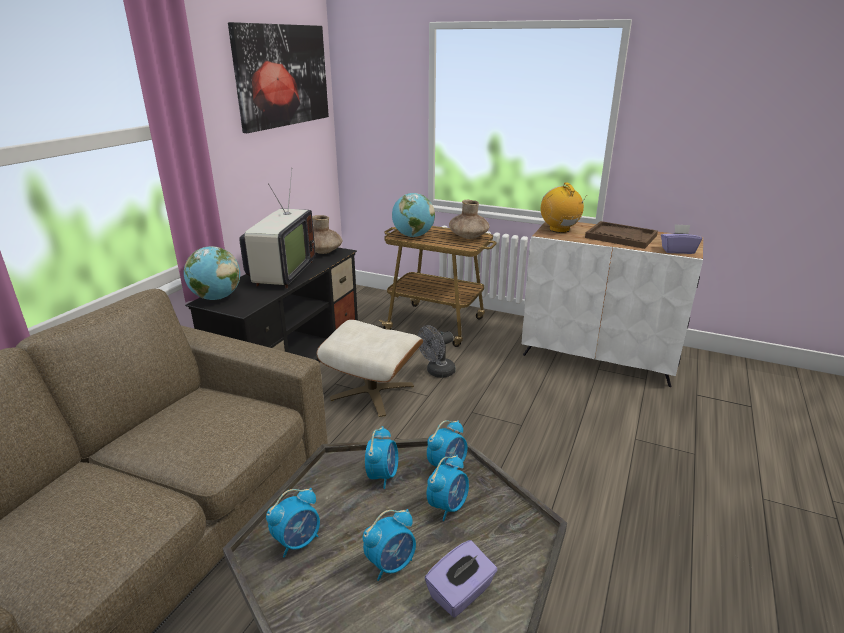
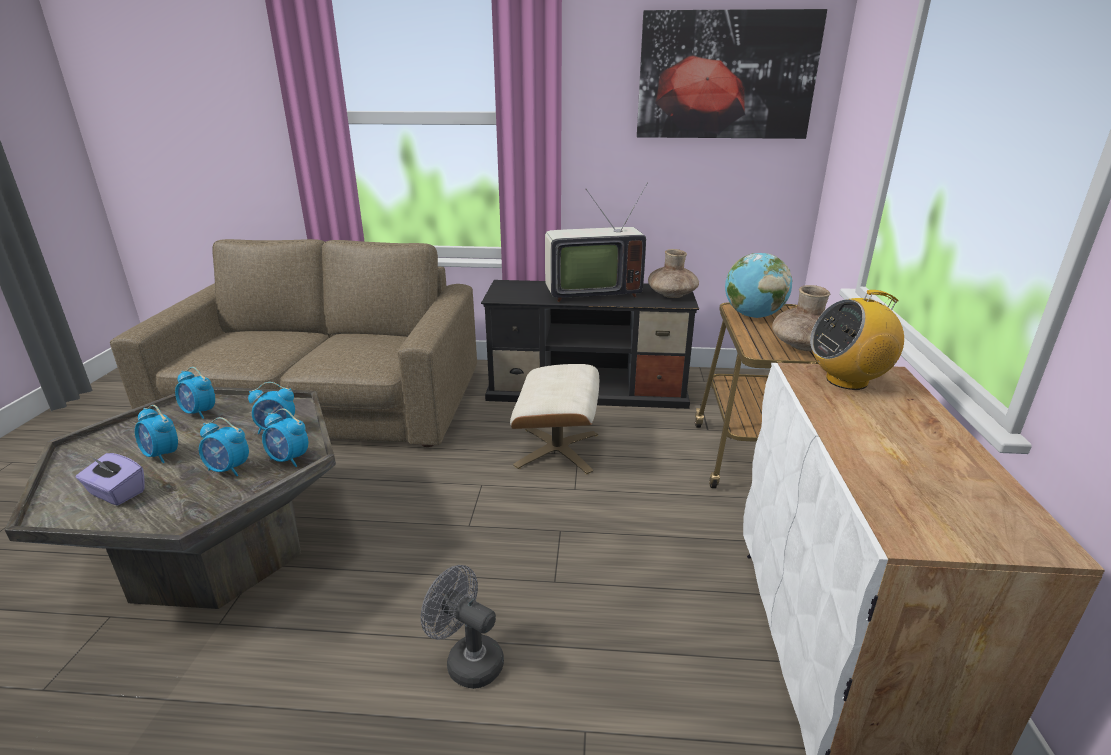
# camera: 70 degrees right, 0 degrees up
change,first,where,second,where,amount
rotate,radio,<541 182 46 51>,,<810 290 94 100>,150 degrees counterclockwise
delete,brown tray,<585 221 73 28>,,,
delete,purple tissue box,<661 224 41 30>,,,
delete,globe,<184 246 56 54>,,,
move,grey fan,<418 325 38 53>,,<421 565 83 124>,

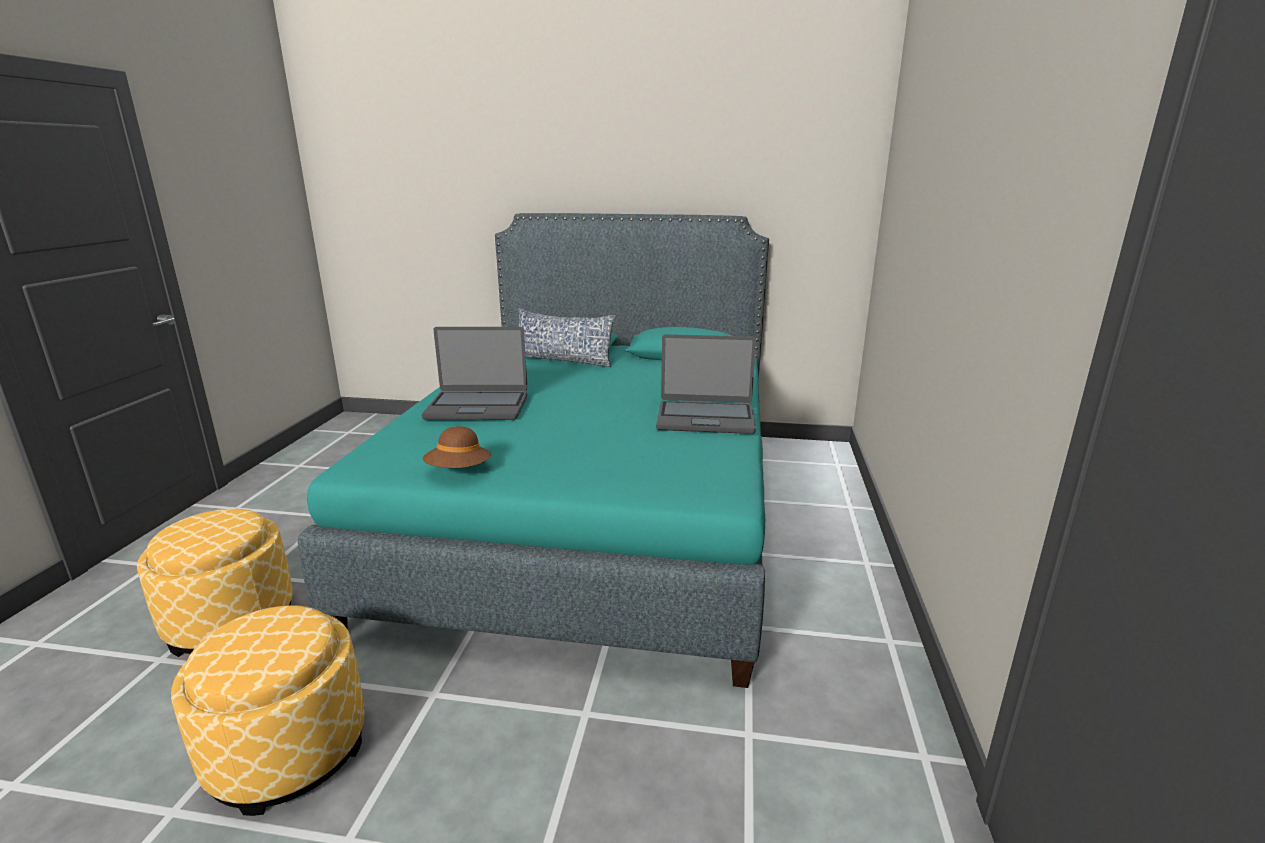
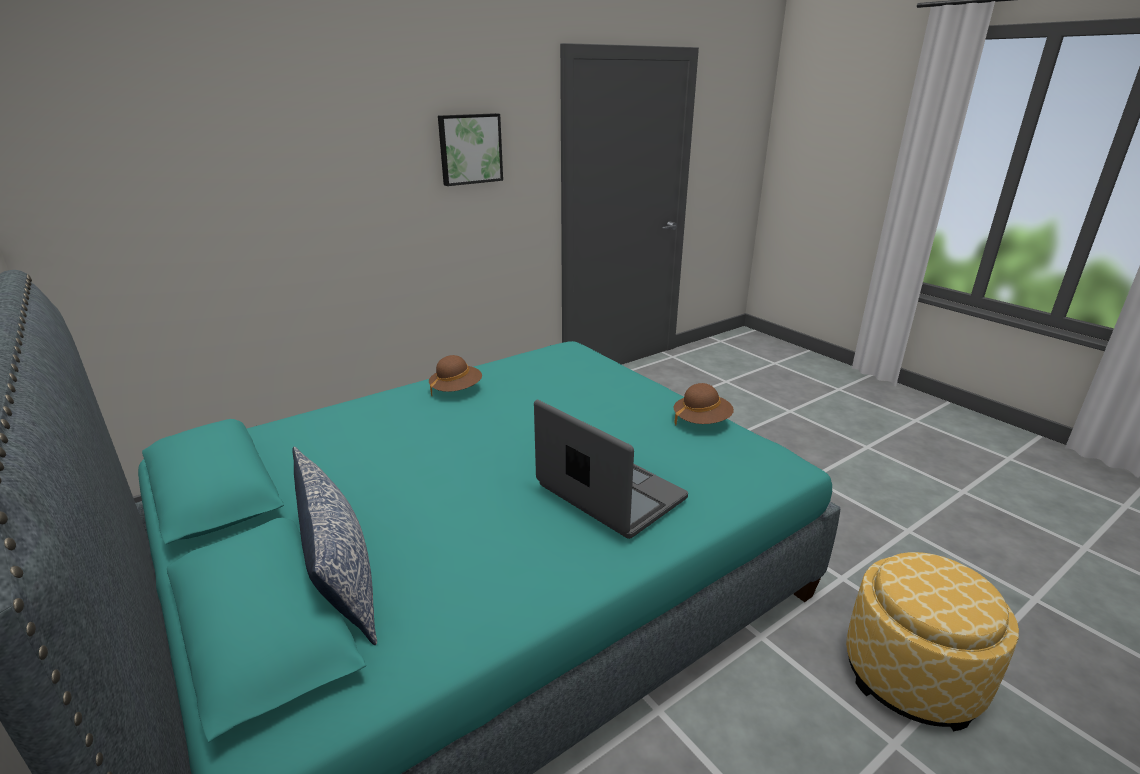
# camera: 135 degrees left, 5 degrees up
change,first,where,second,where,amount
replace,laptop,<656 334 100 100>,brown hat,<429 355 53 41>,
delete,ottoman,<171 605 194 211>,,,
insert,,,picture,<438 113 65 73>,

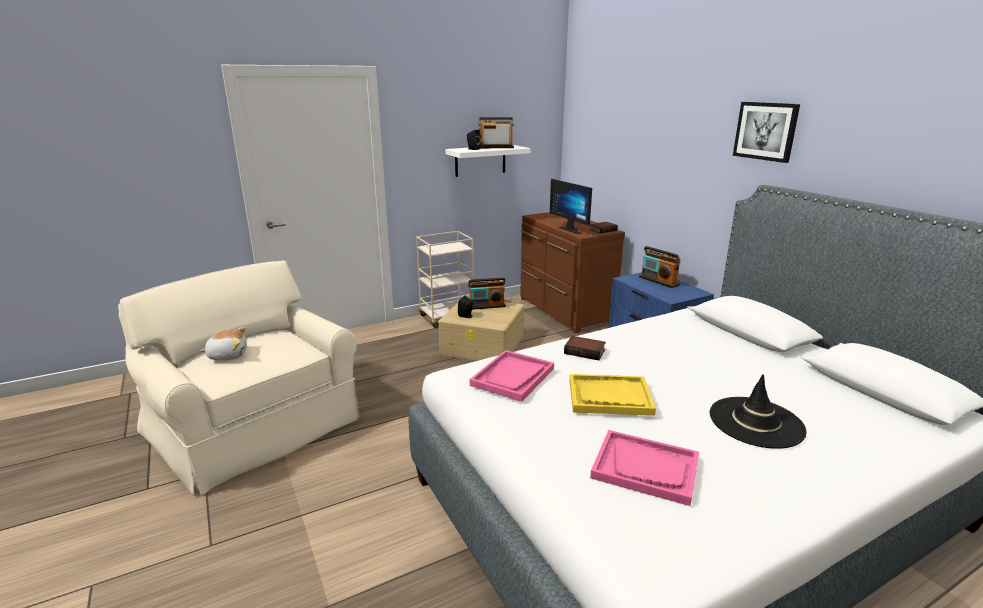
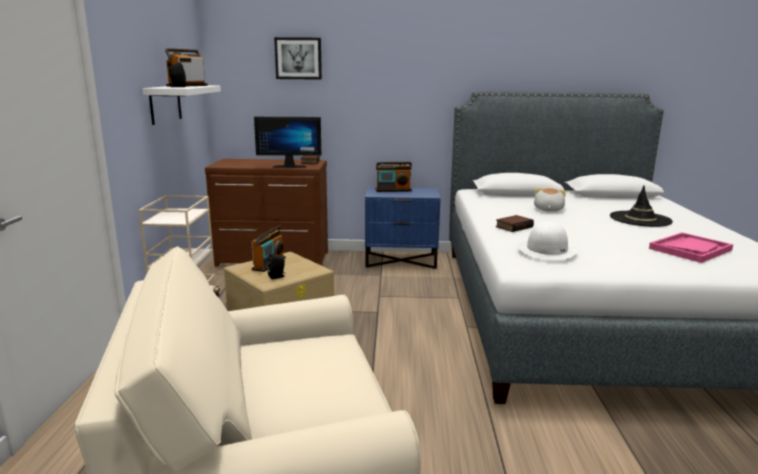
# camera: 60 degrees left, 5 degrees down
change,first,where,second,where,amount
move,picture,<733 102 67 61>,,<274 37 48 43>,
move,plush toy,<200 327 47 34>,,<534 188 32 24>,
replace,pink tray,<470 350 84 52>,white hat,<518 221 59 39>,
delete,yellow tray,<569 374 87 42>,,,

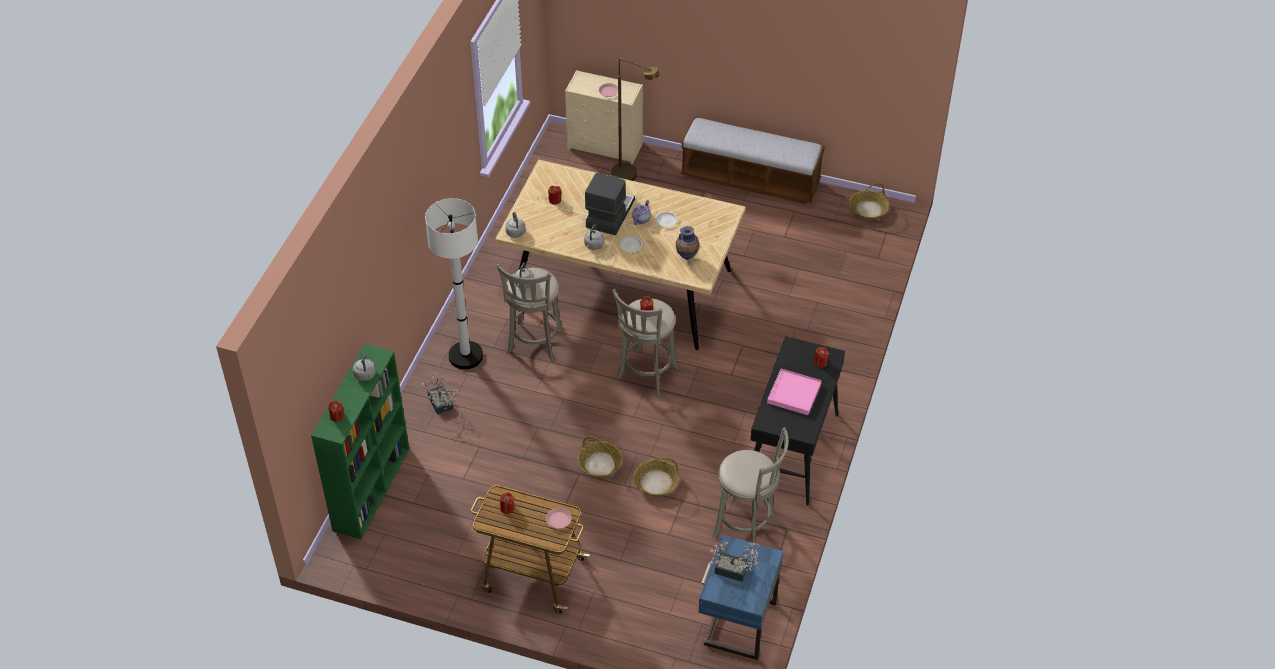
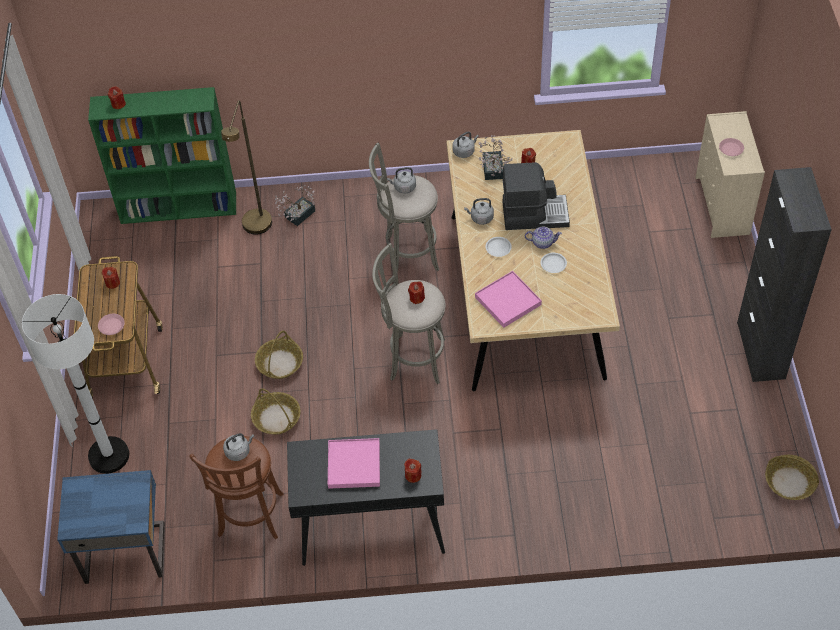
# camera: 70 degrees right, 5 degrees up
change,first,where,second,where,amount
move,brown floor lamp,<611 59 48 122>,,<221 100 51 135>,
replace,bench,<681 117 144 87>,black cabinet,<737 167 95 215>,
move,white floor lamp,<425 198 58 171>,,<22 294 107 180>,
replace,vase,<676 226 23 34>,pink tray,<475 271 67 57>,
move,grey kettle,<353 352 23 29>,,<223 433 31 28>,
recolor,grey stool,<712 427 77 116>,brown stool,<189 436 95 103>,
move,potted plant,<709 542 51 40>,,<478 135 34 45>,

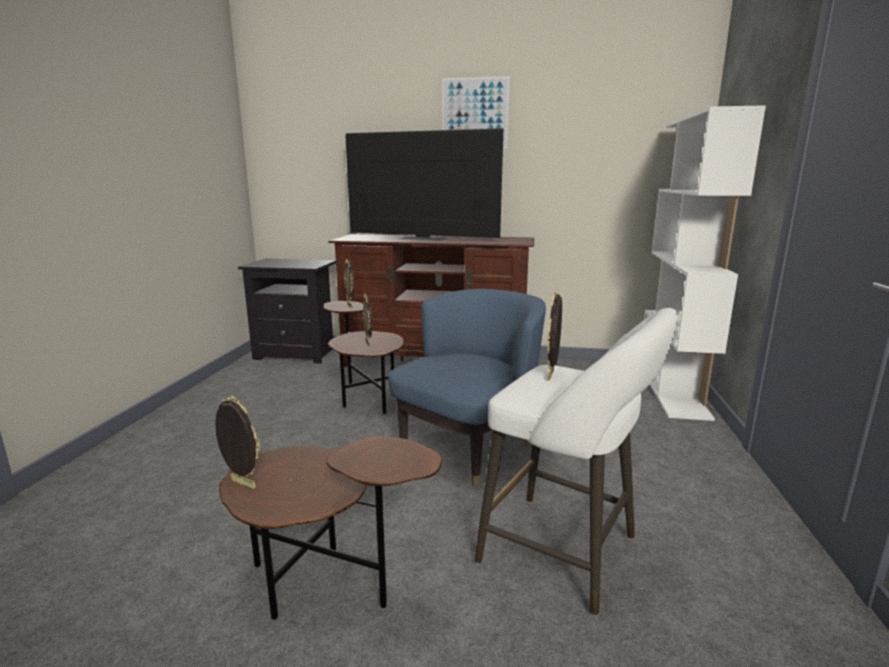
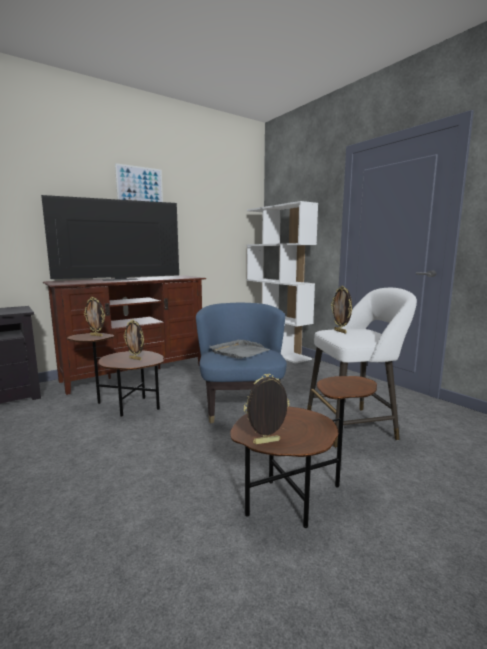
# camera: 45 degrees left, 5 degrees down
change,first,where,second,where,amount
insert,,,grey tray,<209 340 61 19>,

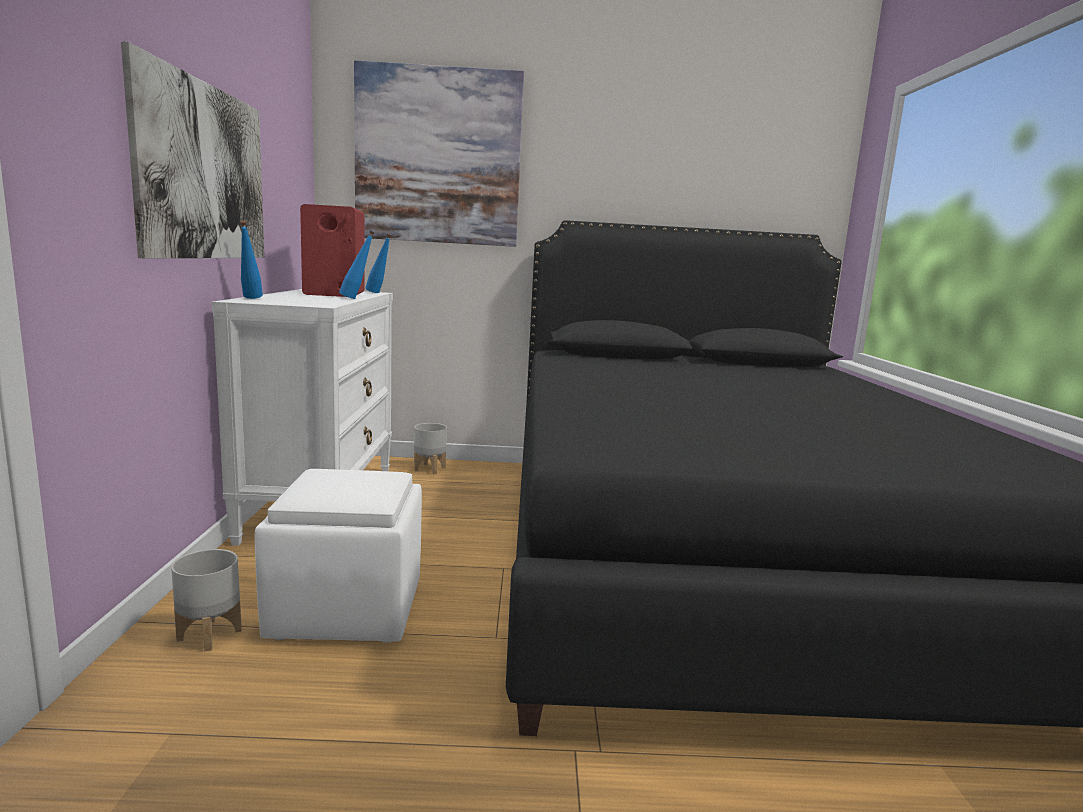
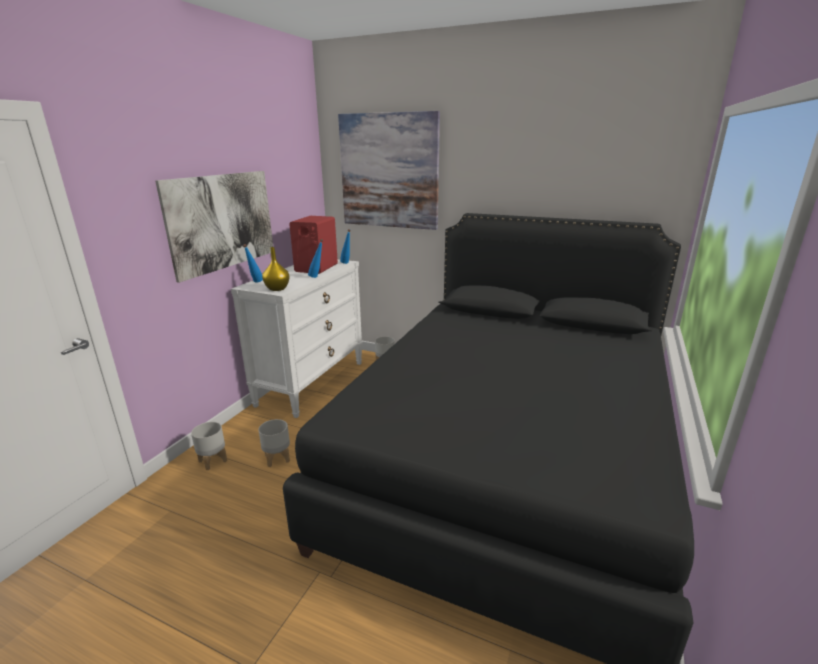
# camera: 25 degrees right, 10 degrees up
change,first,where,second,where,amount
replace,white ottoman,<255 469 167 174>,grey planter,<258 419 32 48>,
insert,,,yellow vase,<262 247 28 44>,

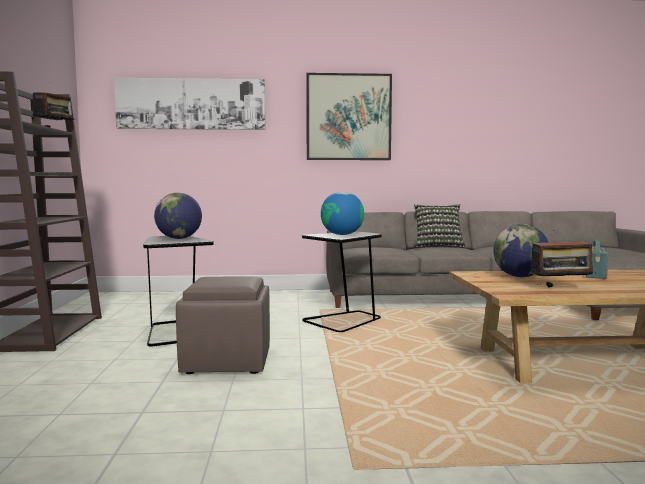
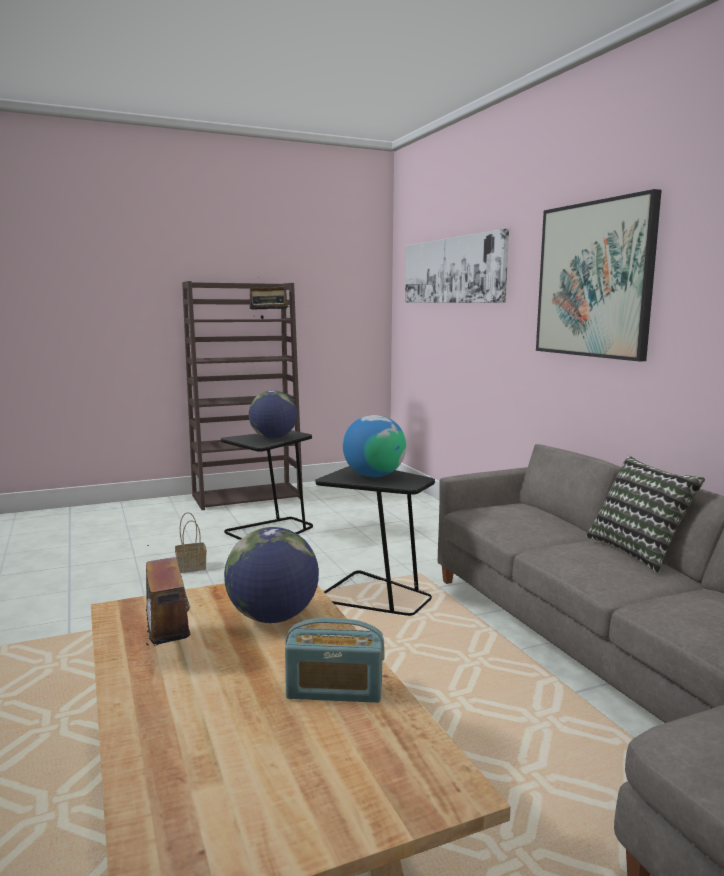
# camera: 70 degrees right, 5 degrees up
change,first,where,second,where,amount
replace,brown ottoman,<176 277 94 97>,basket,<175 512 32 61>,

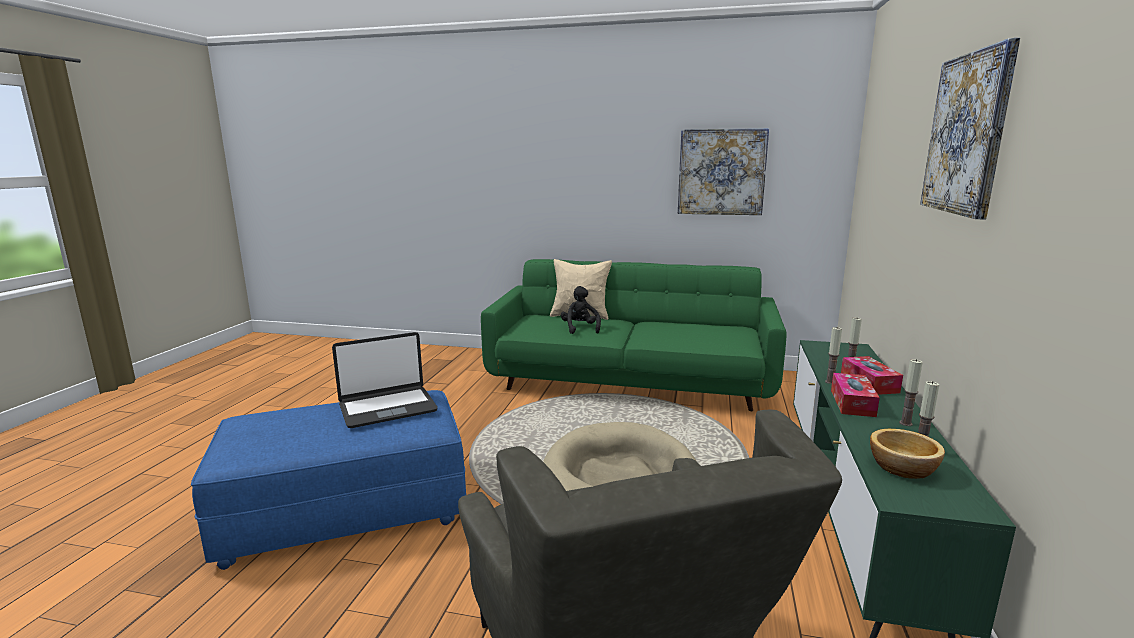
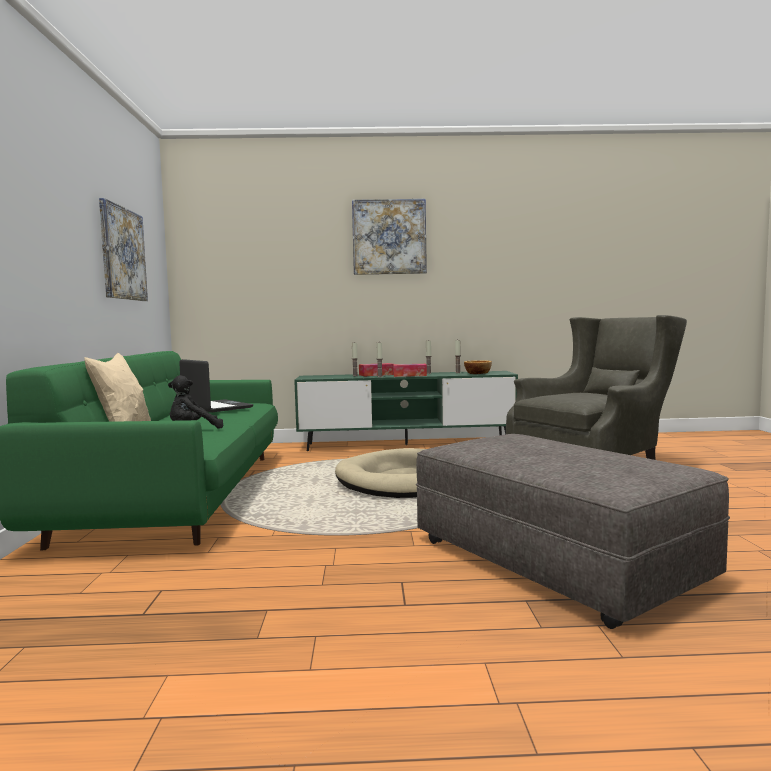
# camera: 105 degrees left, 10 degrees down
change,first,where,second,where,amount
move,laptop,<332 332 106 96>,,<179 359 74 54>,
recolor,blue ottoman,<191 390 275 180>,grey ottoman,<416 434 314 195>,

